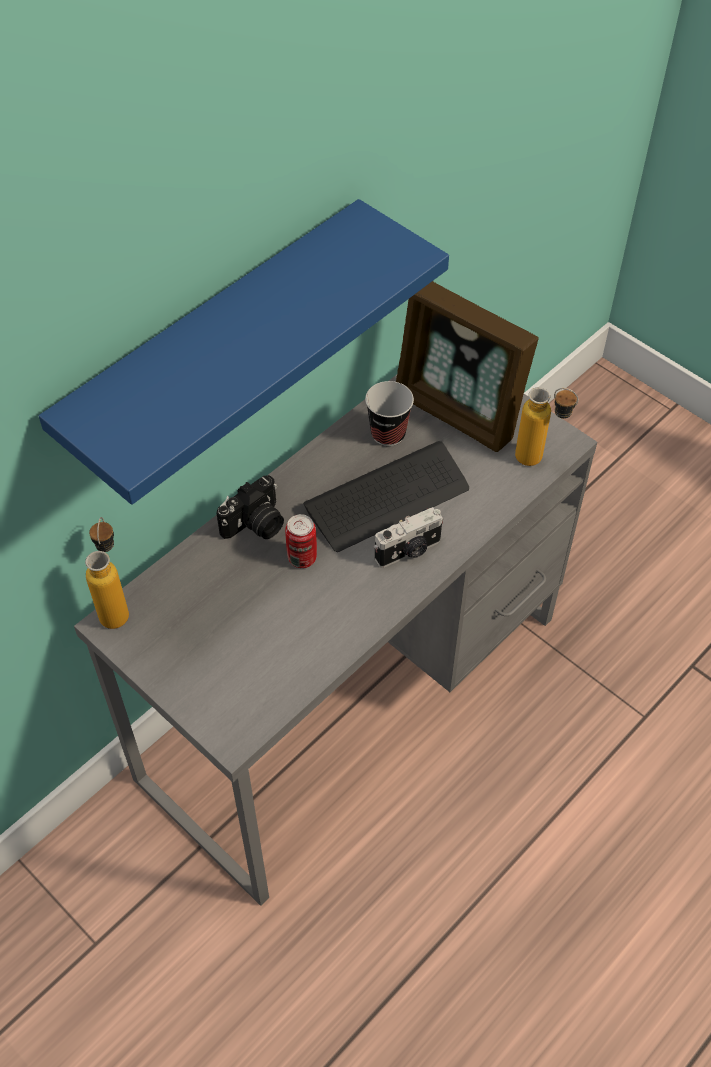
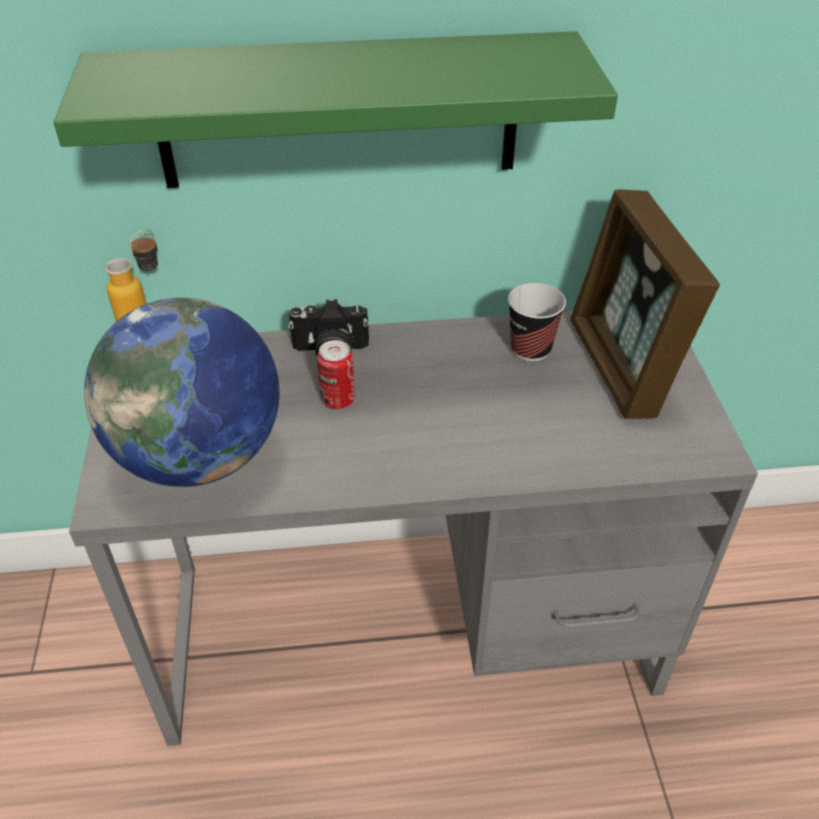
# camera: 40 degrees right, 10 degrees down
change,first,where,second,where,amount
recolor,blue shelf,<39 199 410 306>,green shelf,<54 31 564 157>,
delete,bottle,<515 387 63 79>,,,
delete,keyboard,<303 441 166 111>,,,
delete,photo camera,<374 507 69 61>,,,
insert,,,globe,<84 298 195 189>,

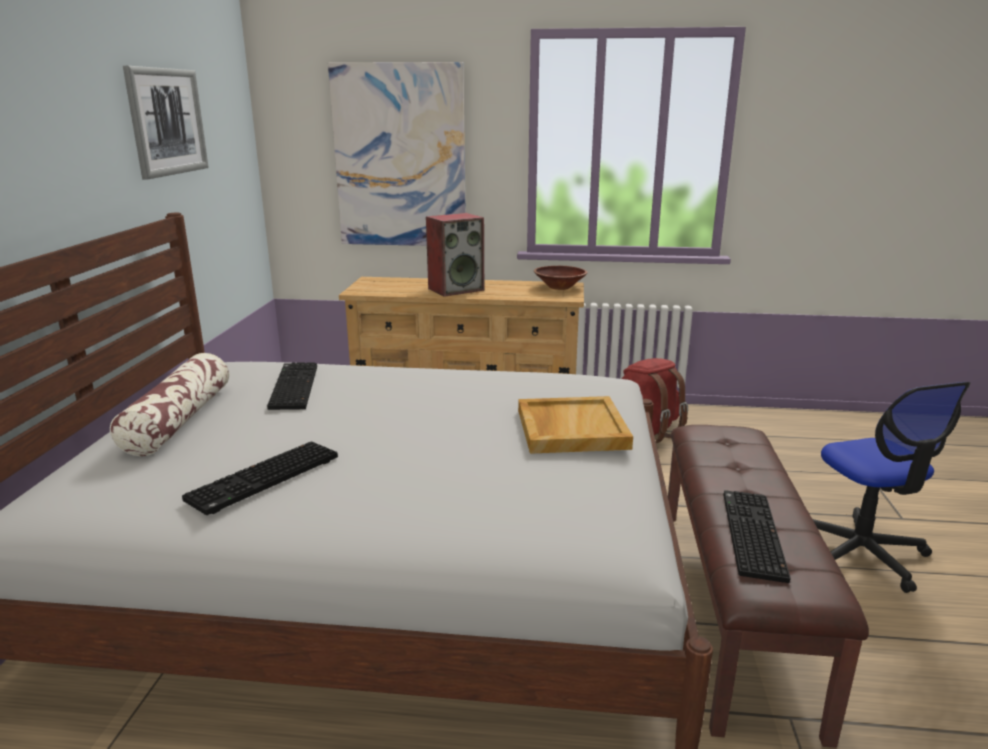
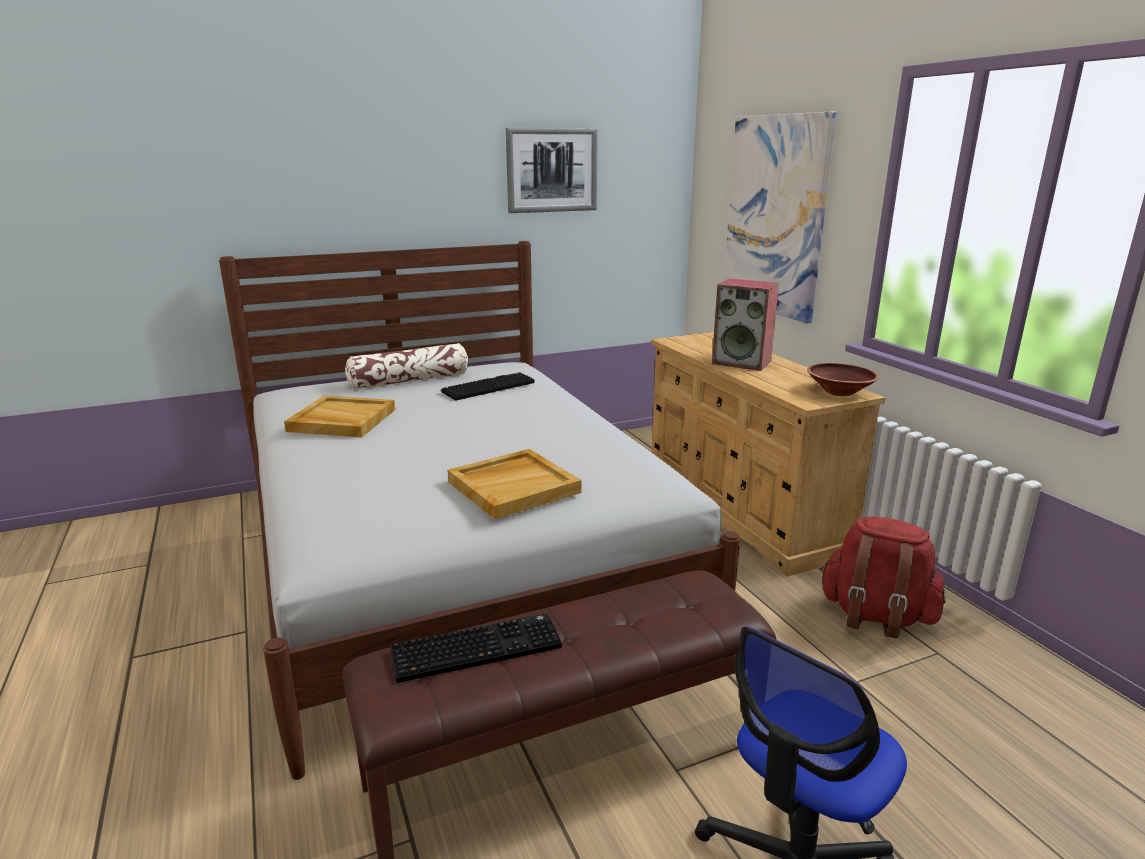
# camera: 60 degrees right, 0 degrees up
change,first,where,second,where,amount
replace,keyboard,<182 442 156 73>,beige tray,<284 396 111 41>,

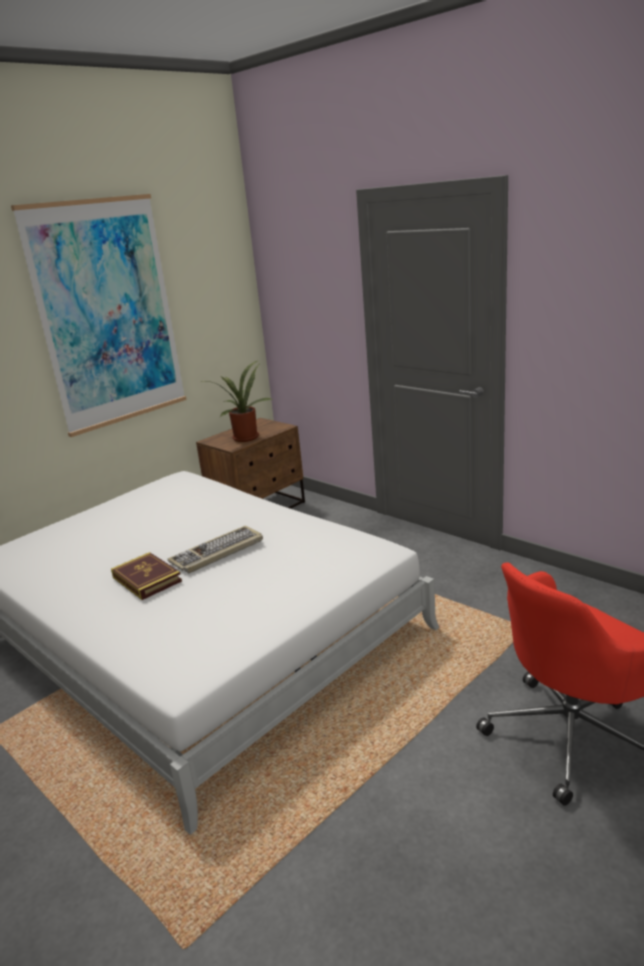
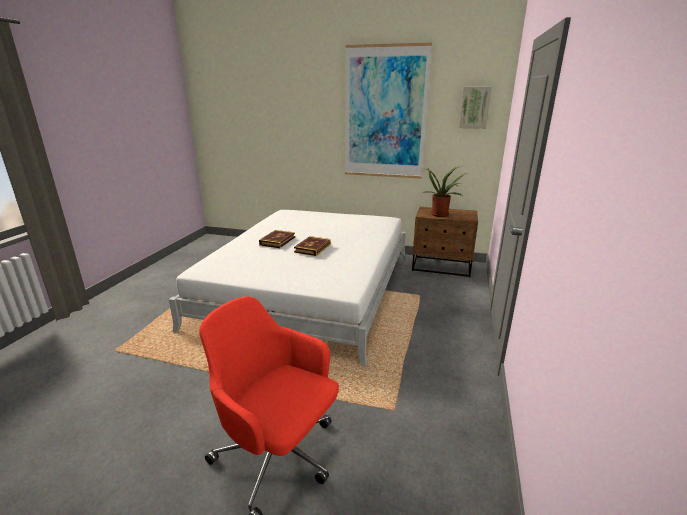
# camera: 60 degrees right, 0 degrees up
change,first,where,second,where,amount
replace,keyboard,<167 526 96 47>,book,<294 236 37 20>,
insert,,,picture,<459 87 33 42>,

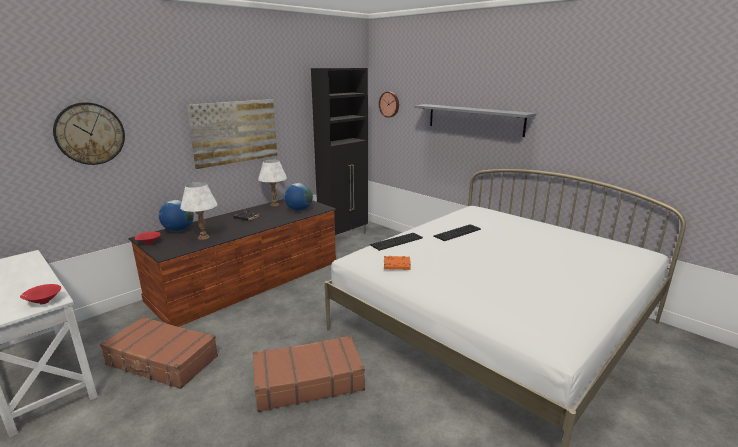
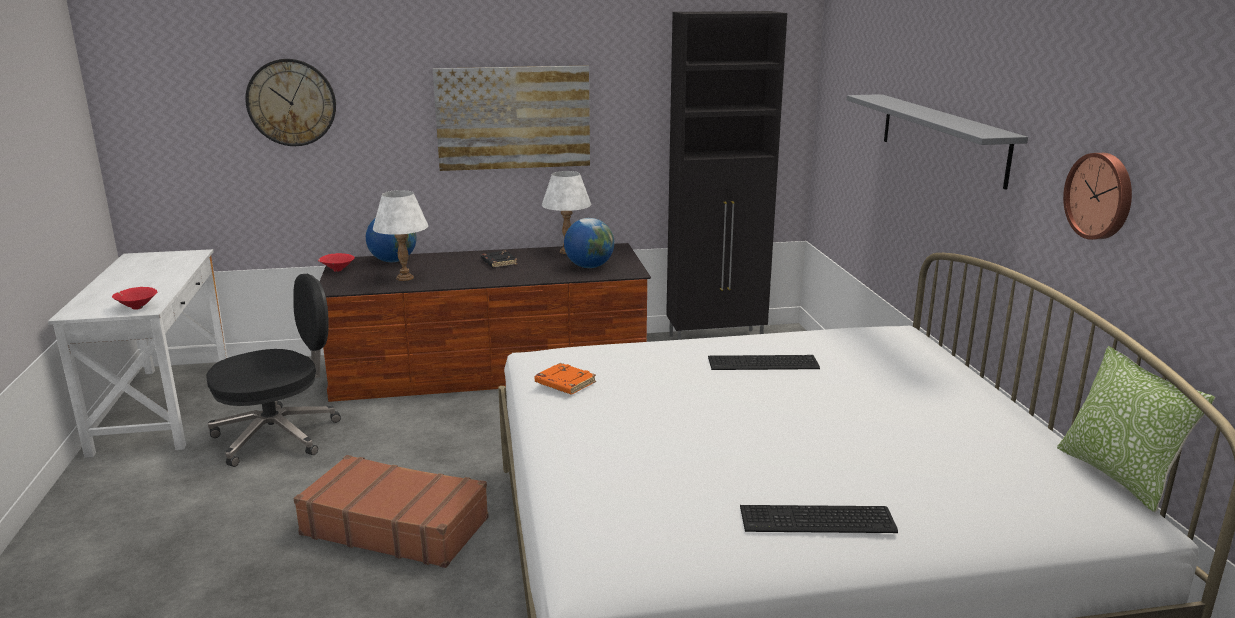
# camera: 35 degrees right, 0 degrees up
change,first,where,second,where,amount
move,wall clock,<379 92 20 26>,,<1063 153 69 87>,
move,keyboard,<370 233 53 18>,,<740 505 158 28>,
replace,brown suitcase,<100 317 118 72>,black office chair,<206 274 135 193>,
insert,,,pillow,<1057 346 158 166>,

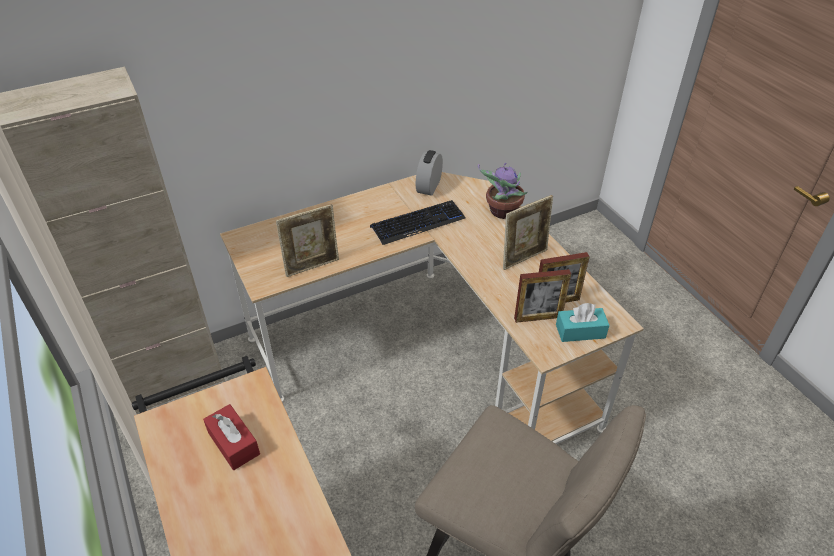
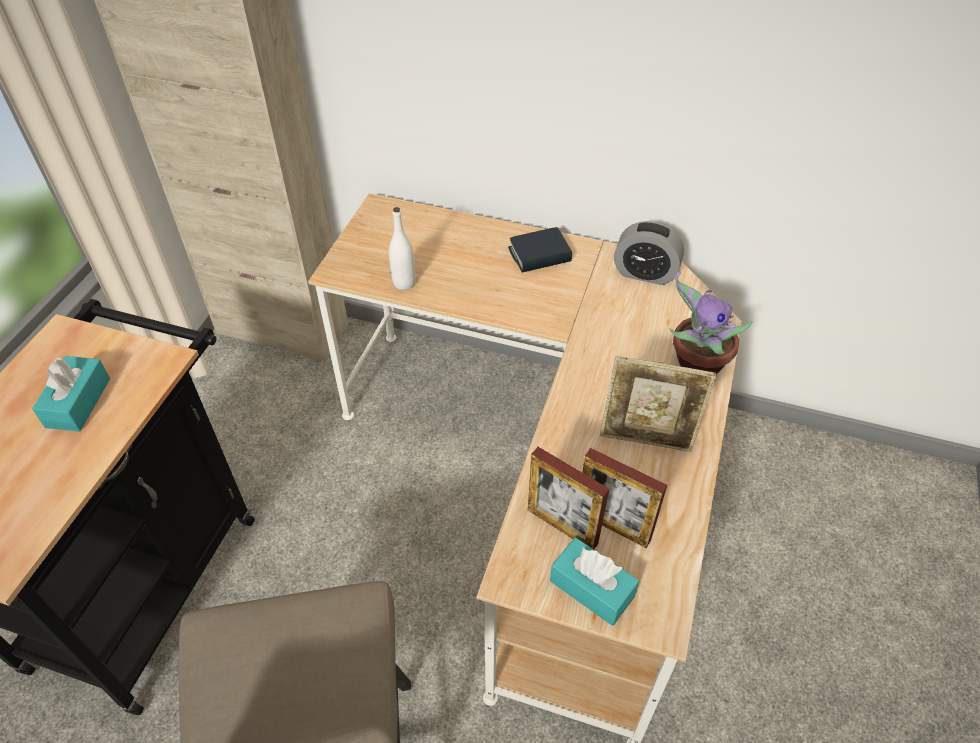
# camera: 45 degrees right, 5 degrees up
change,first,where,second,where,amount
rotate,alarm clock,<416 150 27 46>,,<614 221 70 64>,135 degrees counterclockwise
delete,keyboard,<370 200 95 45>,,,
replace,picture frame,<276 204 63 73>,white bottle,<389 207 27 83>,
recolor,red tissue box,<203 404 57 66>,turquoise tissue box,<32 356 78 76>,
insert,,,book,<508 227 64 46>,

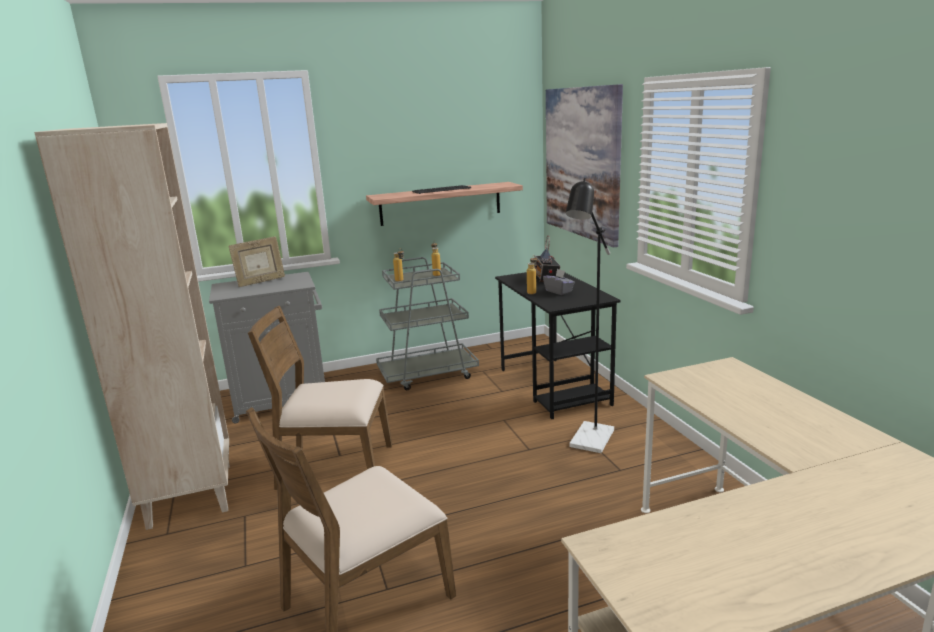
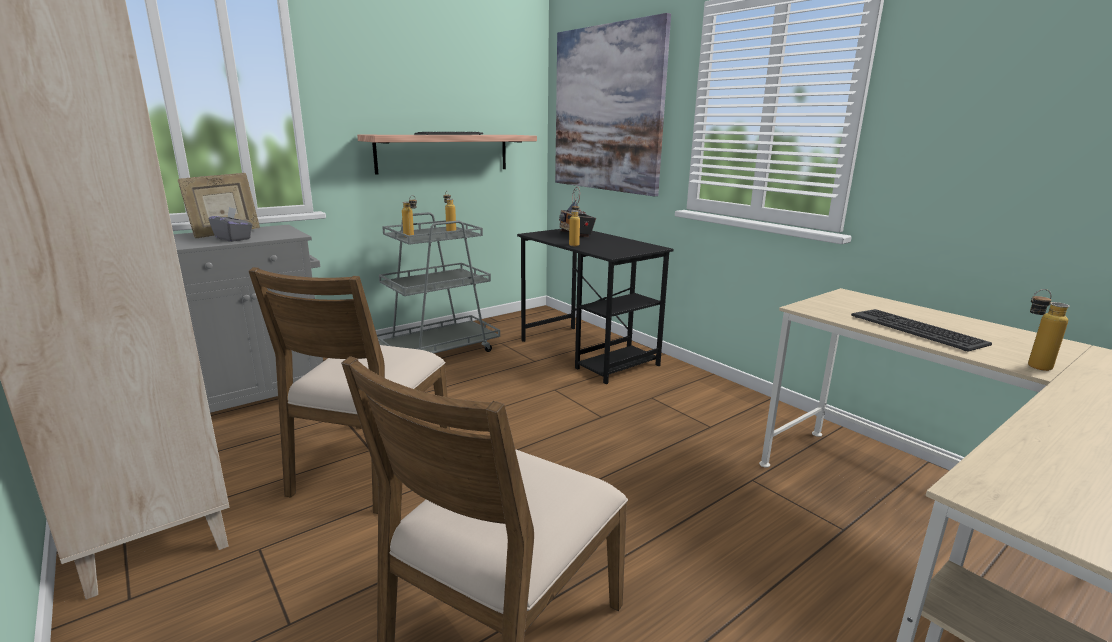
# camera: 20 degrees left, 0 degrees up
change,first,where,second,where,amount
delete,black floor lamp,<566 178 48 275>,,,
move,grey tissue box,<543 269 32 26>,,<209 207 43 35>,
rotate,brown chair,<248 306 144 184>,,<249 267 201 247>,60 degrees counterclockwise
insert,,,bottle,<1028 289 42 82>,
insert,,,keyboard,<851 309 141 43>,

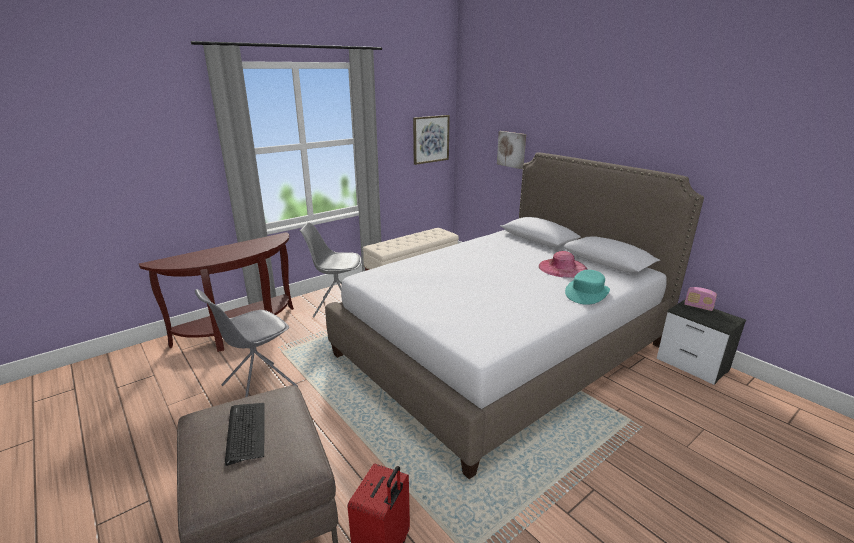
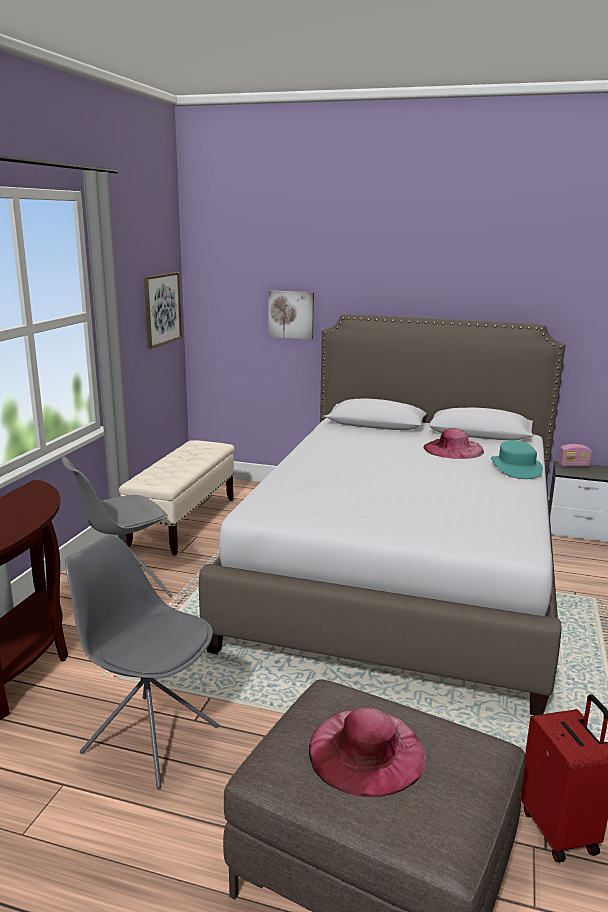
# camera: 35 degrees left, 5 degrees down
change,first,where,second,where,amount
rotate,grey chair,<195 289 103 108>,,<65 535 154 254>,105 degrees clockwise
replace,keyboard,<225 403 40 63>,pink hat,<309 708 117 89>,

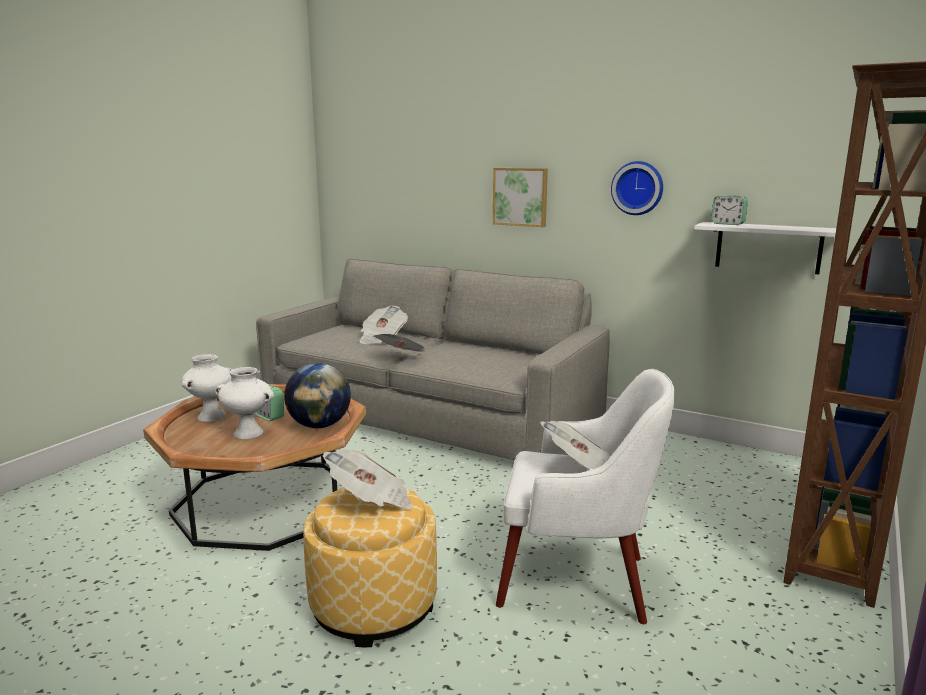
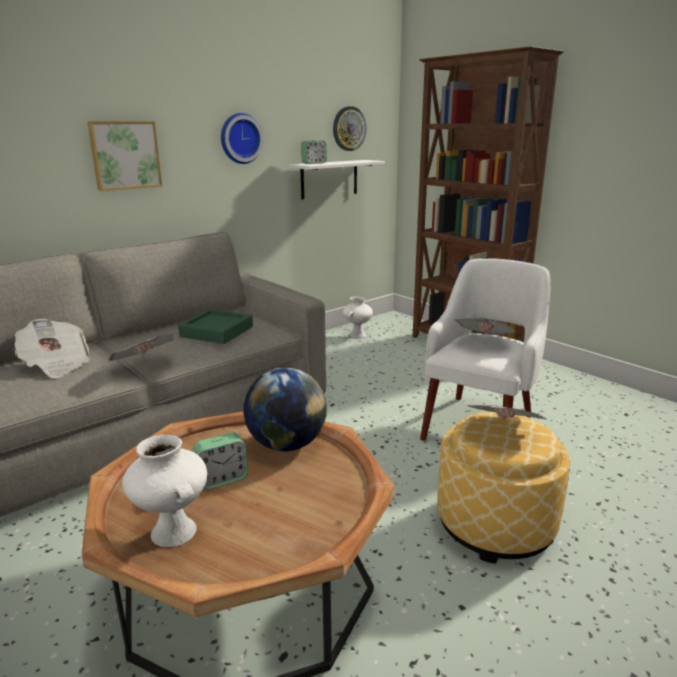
# camera: 70 degrees left, 5 degrees up
change,first,where,second,where,amount
move,white vase,<215 367 59 72>,,<343 296 30 43>,
insert,,,wall clock,<333 106 33 45>,
insert,,,green tray,<178 309 75 35>,

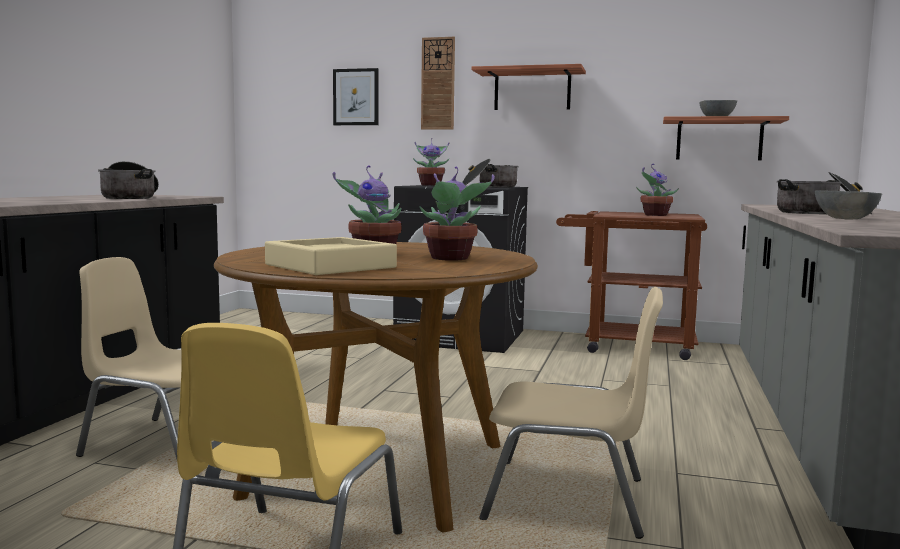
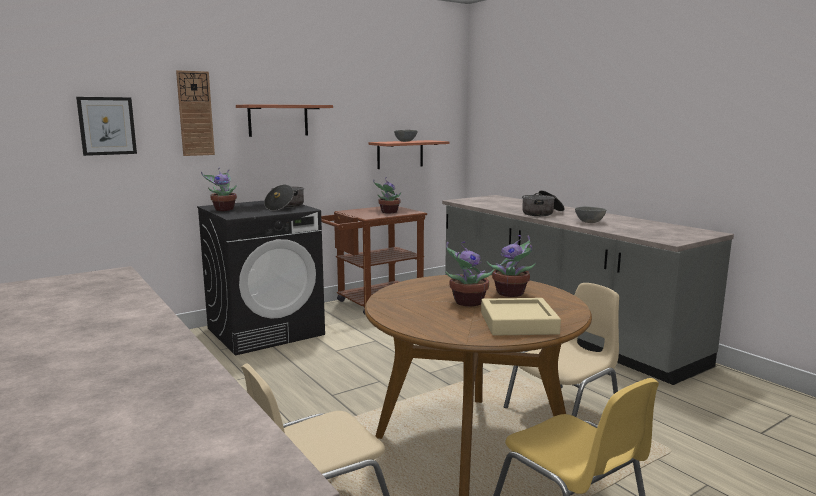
# camera: 50 degrees left, 5 degrees up
change,first,where,second,where,amount
delete,cooking pot,<98 161 61 38>,,,

